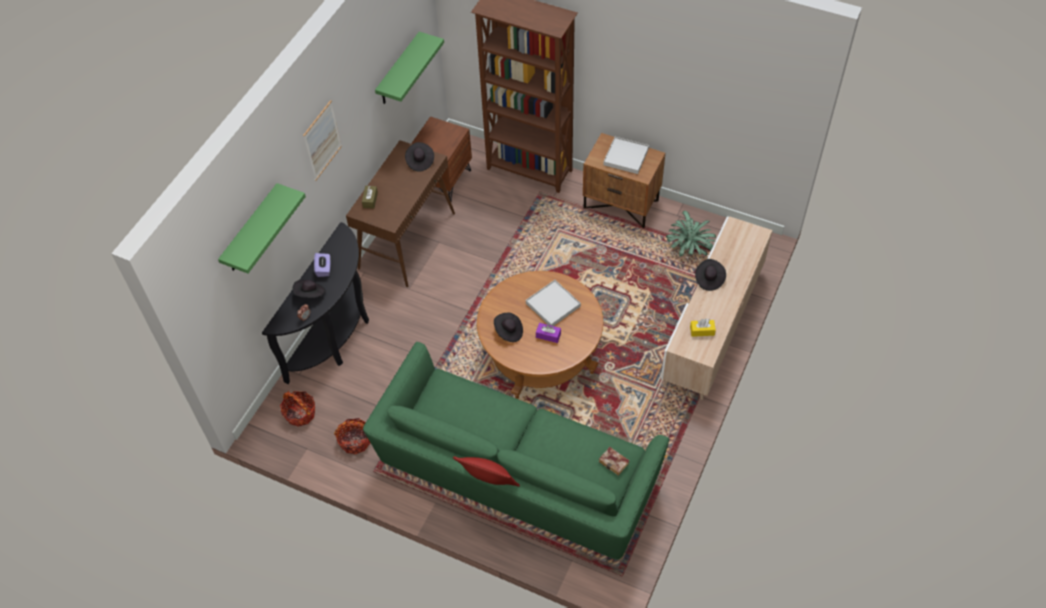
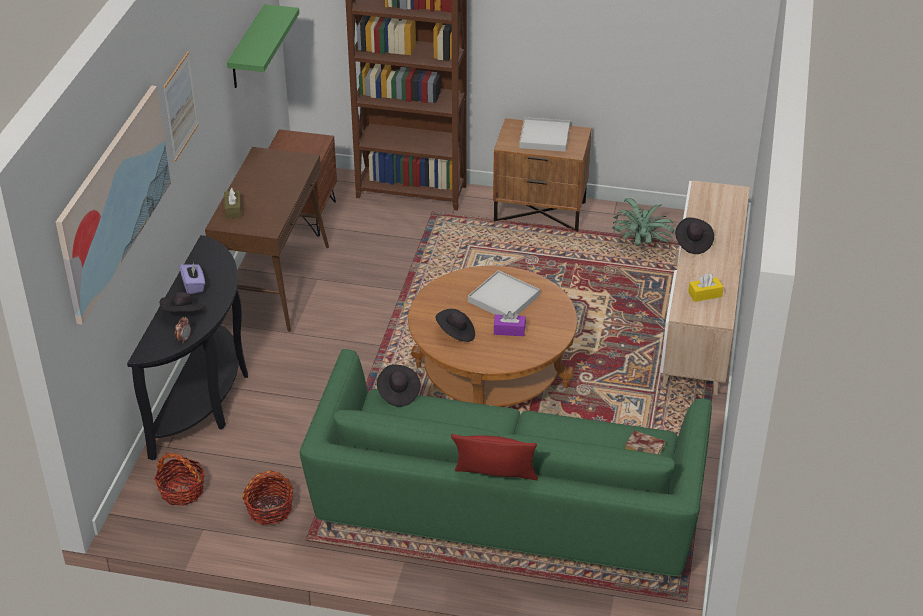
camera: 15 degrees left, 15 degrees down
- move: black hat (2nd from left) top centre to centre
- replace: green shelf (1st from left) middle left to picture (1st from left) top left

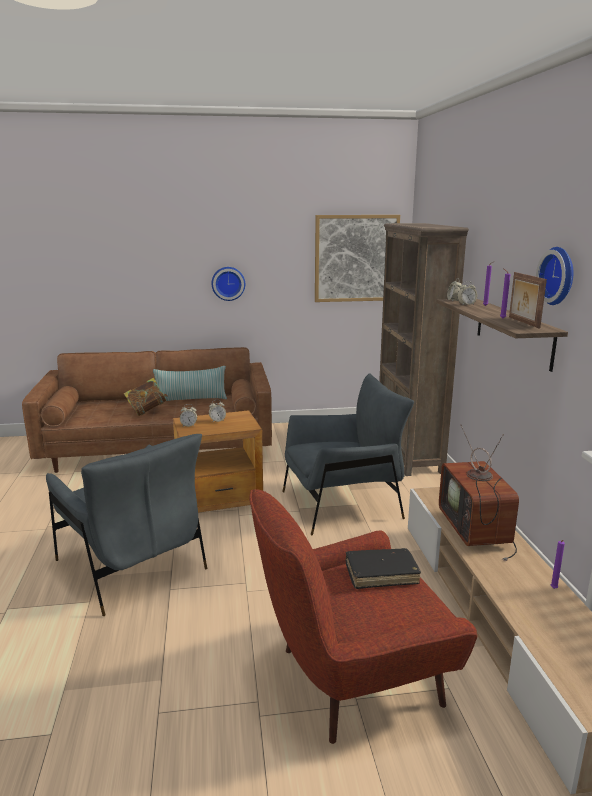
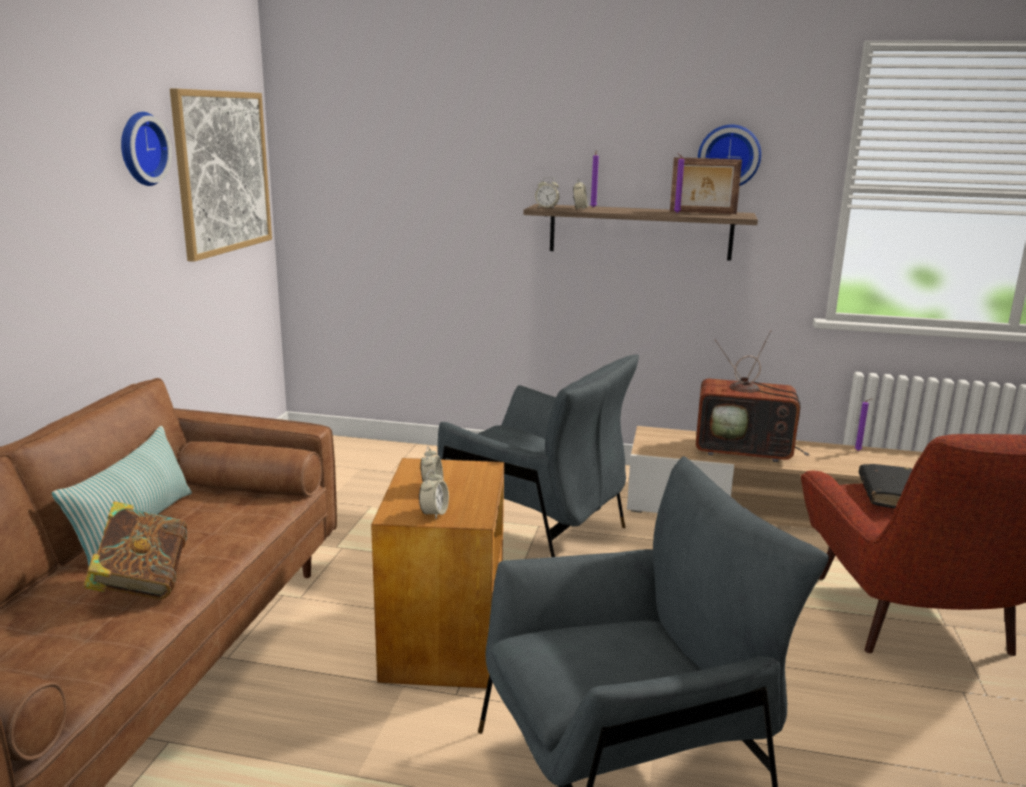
camera: 70 degrees left, 0 degrees up
- delete: brown bookcase middle right
- move: wall clock (1st from left) centre to top left
- rotate: grey armchair (2nd from left in the first image) centre = centre 120 degrees clockwise

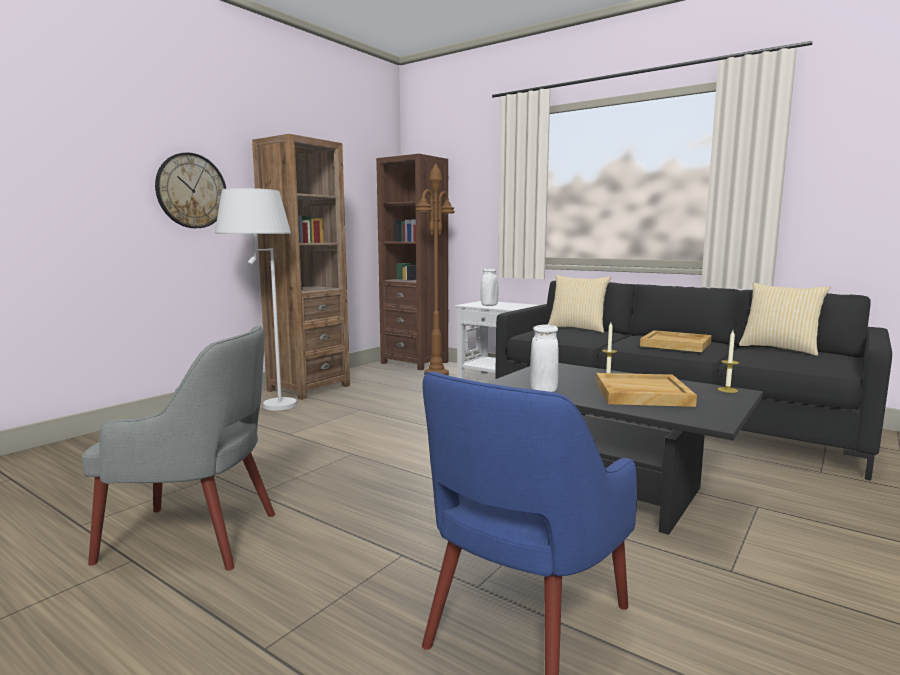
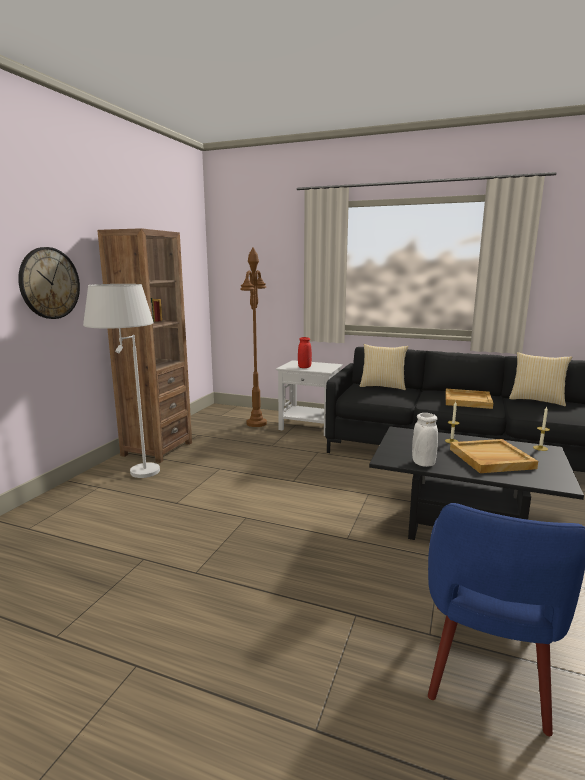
camera: 15 degrees left, 5 degrees up
- delete: brown bookcase (2nd from left) centre
- recolor: white vase (1st from left) centre to red vase centre
- delete: grey armchair middle left

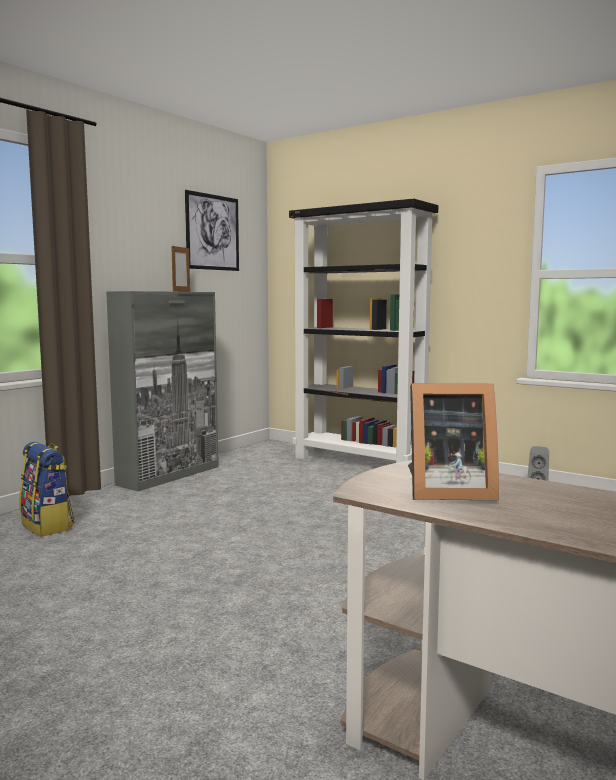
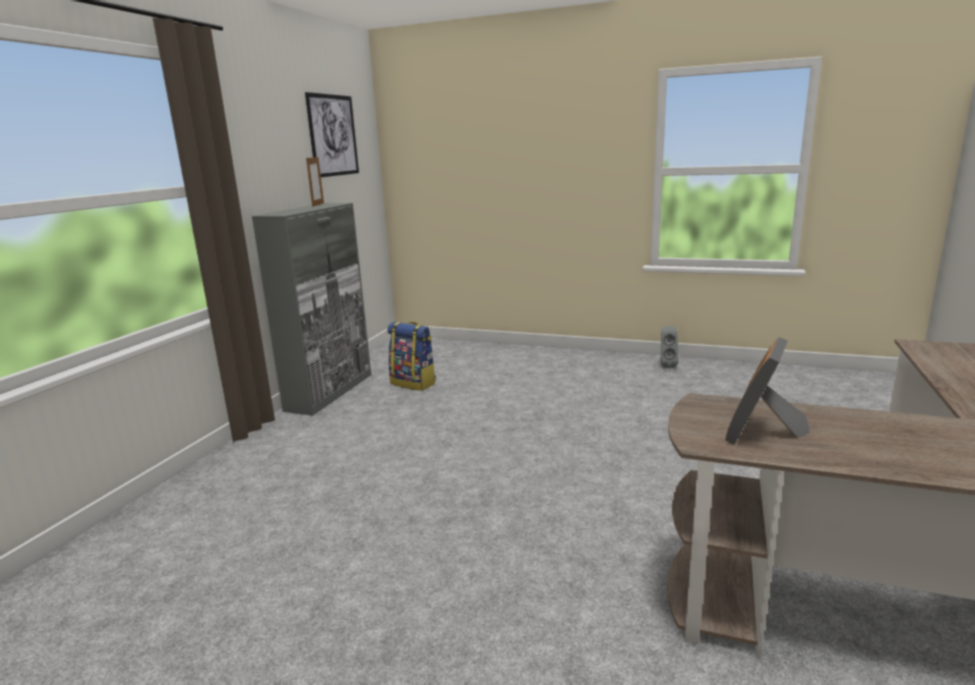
camera: 15 degrees left, 10 degrees up
- delete: black bookcase centre
- rotate: picture frame (2nd from left) middle right = middle right 135 degrees clockwise
- move: backpack middle left to centre

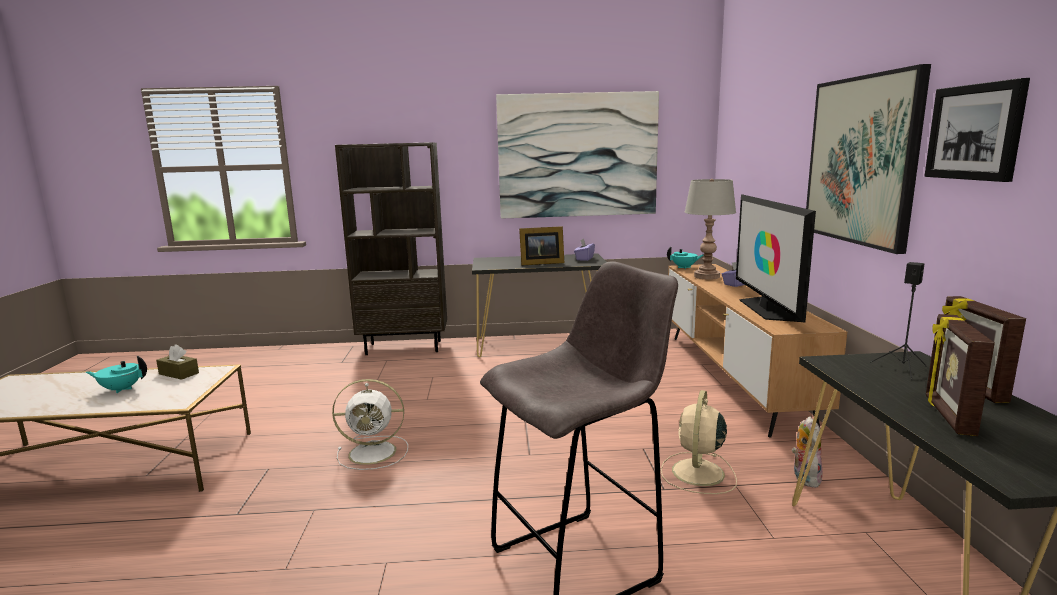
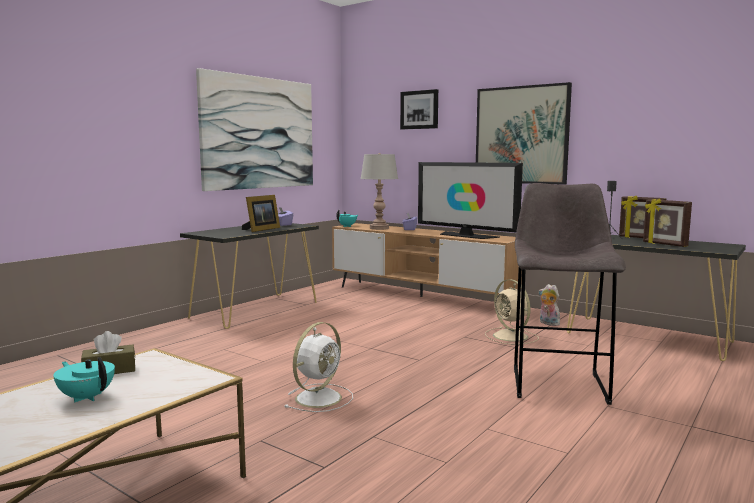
camera: 50 degrees left, 5 degrees down
- move: picture (3rd from left in the first image) top right to picture (2nd from left) top centre
- delete: brown bookcase centre
- rotate: turquoise teapot (1st from left) middle left = bottom left 90 degrees clockwise

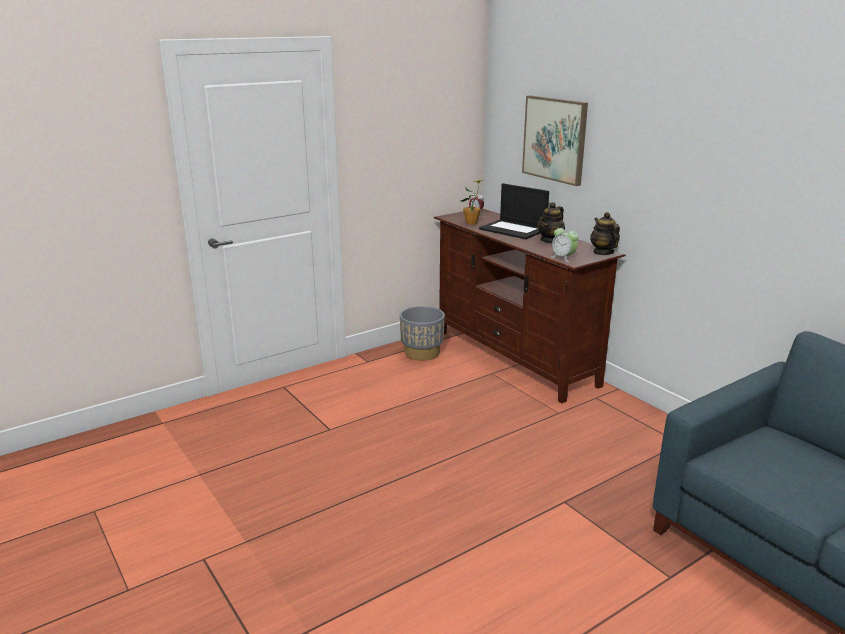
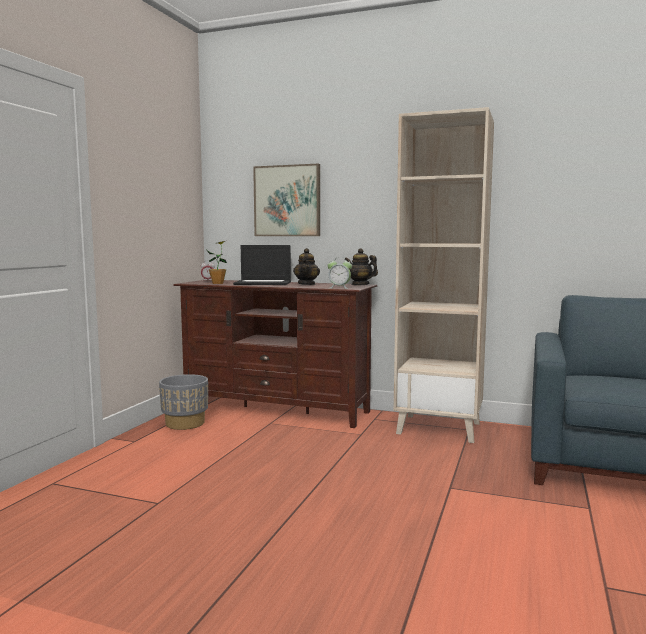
camera: 35 degrees left, 15 degrees down
- insert: beige bookcase middle right

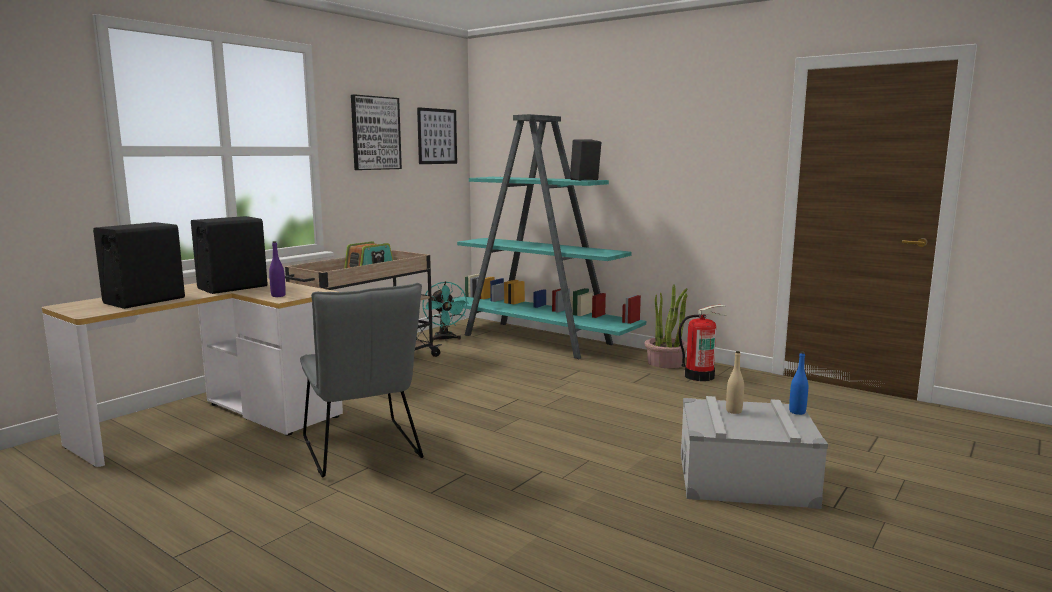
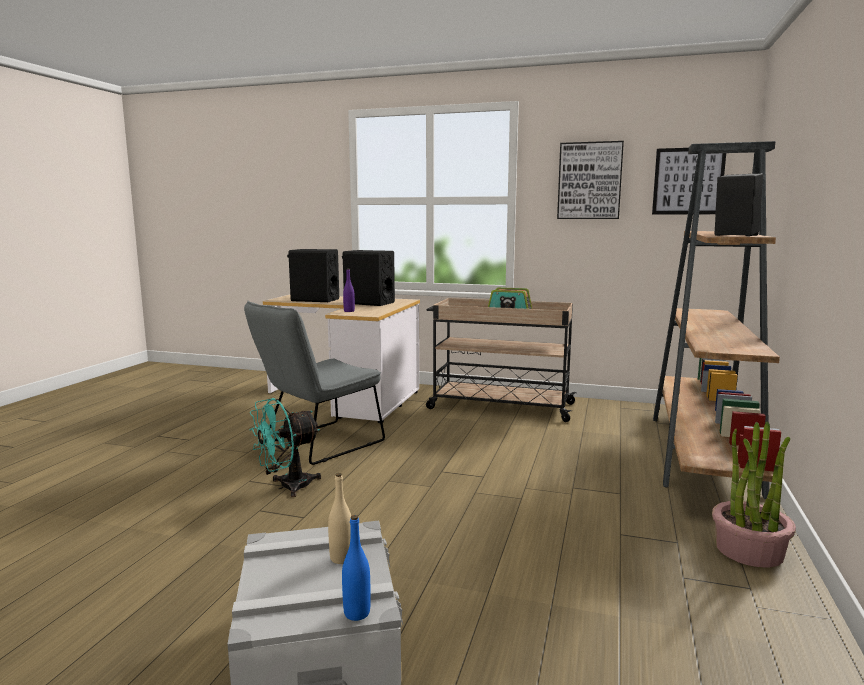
camera: 70 degrees right, 0 degrees up
- recolor: turquoise bookcase centre to brown bookcase middle right
- move: turquoise fan centre to middle left
- delete: fire extinguisher middle right

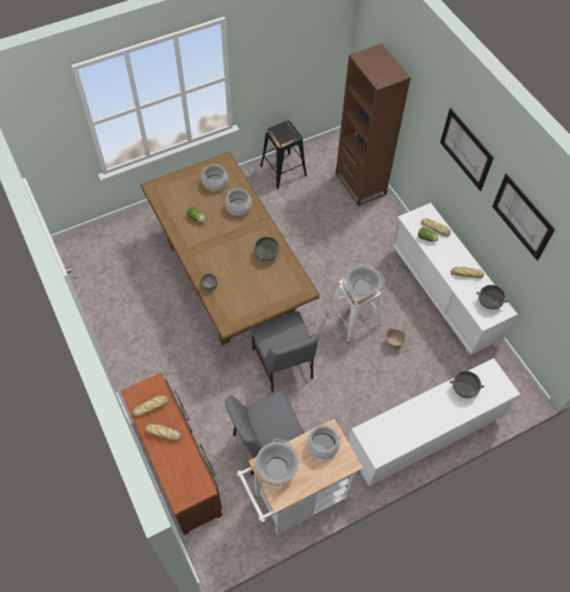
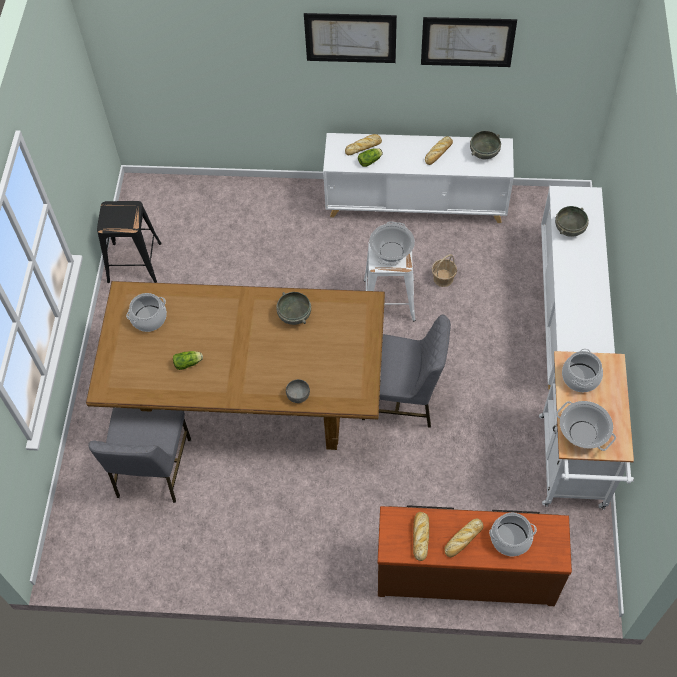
camera: 55 degrees left, 0 degrees up
- delete: brown bookcase top centre
- move: cooking pot (2nd from left in the first image) centre to cooking pot (3rd from left) bottom right
- move: grey chair (1st from left) bottom centre to bottom left

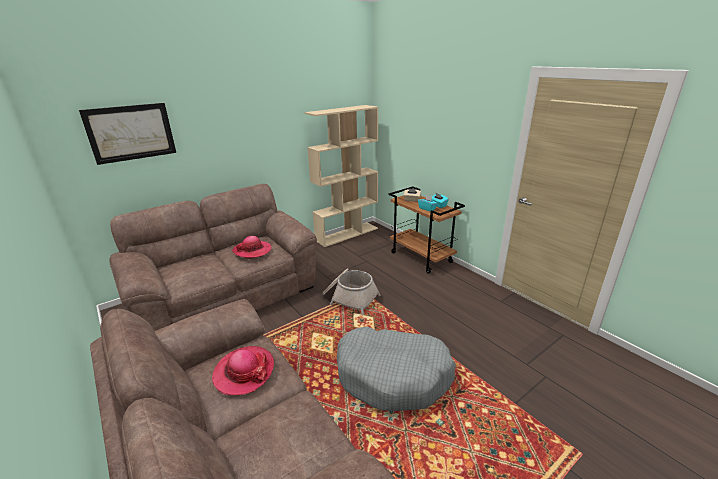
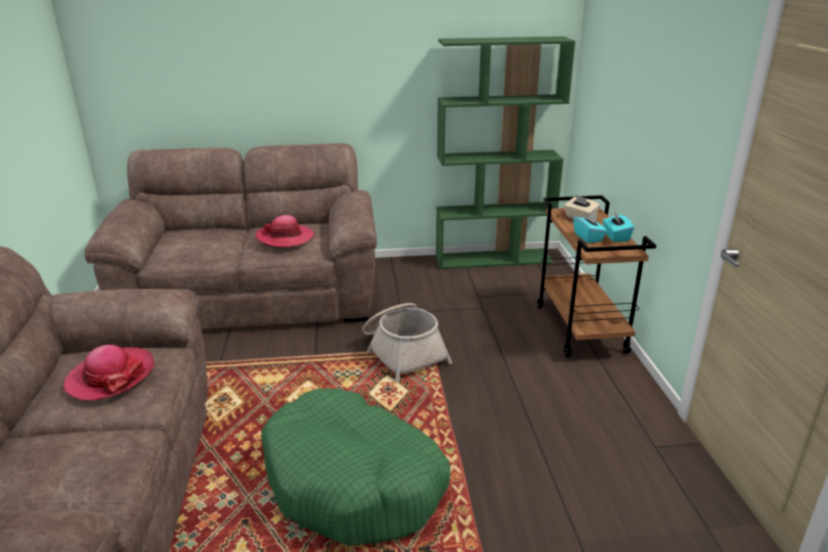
camera: 30 degrees right, 0 degrees up
- delete: picture top left
- recolor: beige bookcase centre to green bookcase top centre
- recolor: grey dog bed bottom centre to green dog bed bottom centre

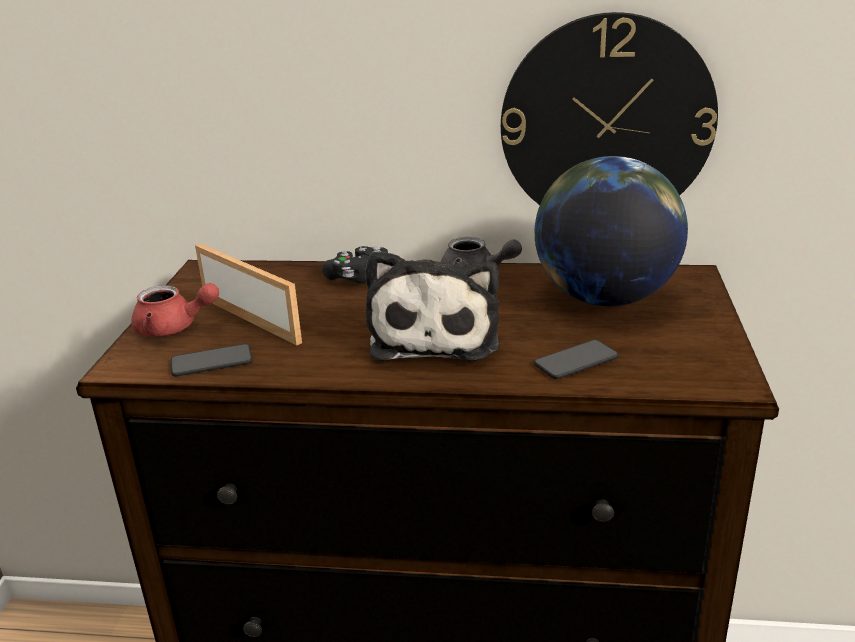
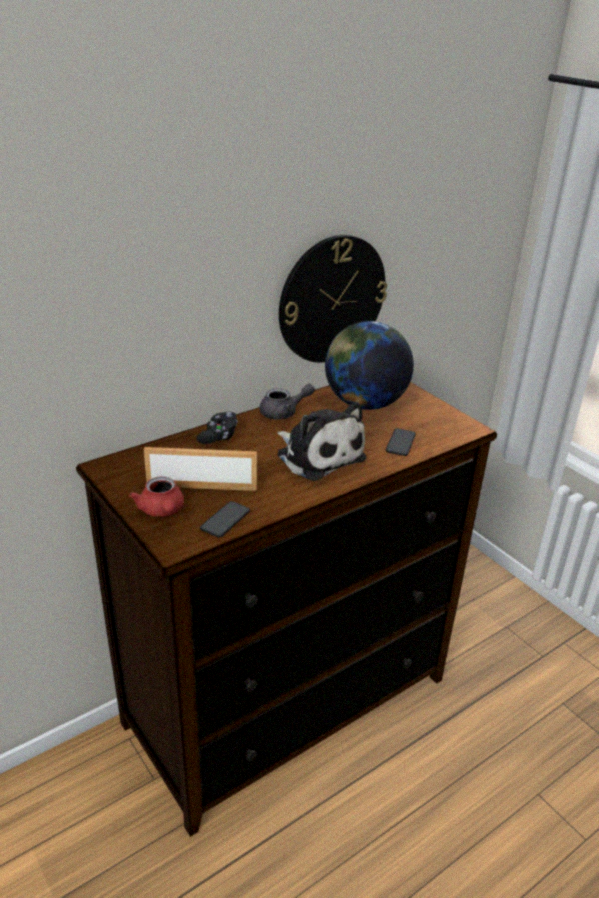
camera: 45 degrees left, 5 degrees up
- rotate: red teapot middle left = middle left 105 degrees clockwise

